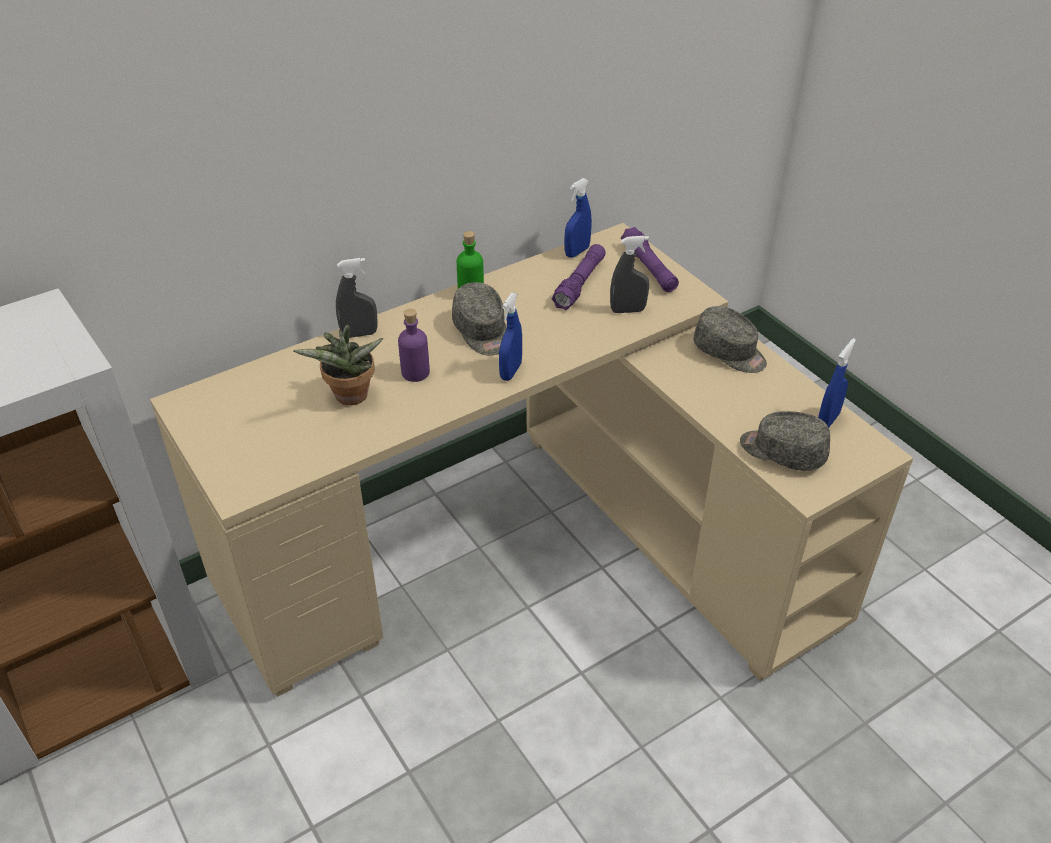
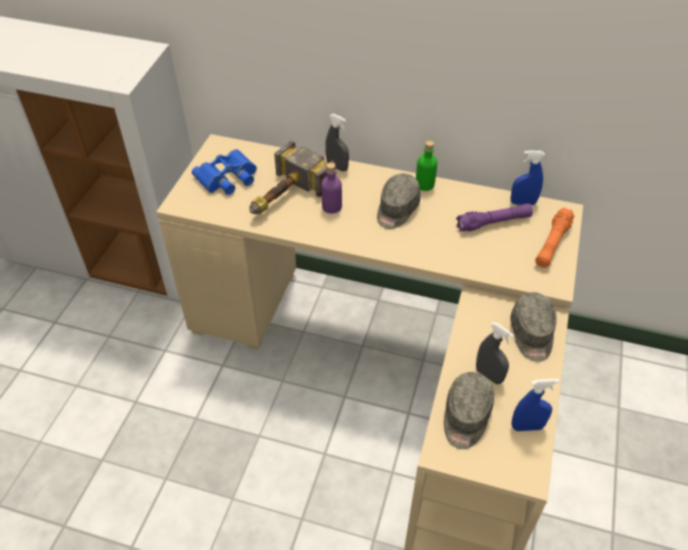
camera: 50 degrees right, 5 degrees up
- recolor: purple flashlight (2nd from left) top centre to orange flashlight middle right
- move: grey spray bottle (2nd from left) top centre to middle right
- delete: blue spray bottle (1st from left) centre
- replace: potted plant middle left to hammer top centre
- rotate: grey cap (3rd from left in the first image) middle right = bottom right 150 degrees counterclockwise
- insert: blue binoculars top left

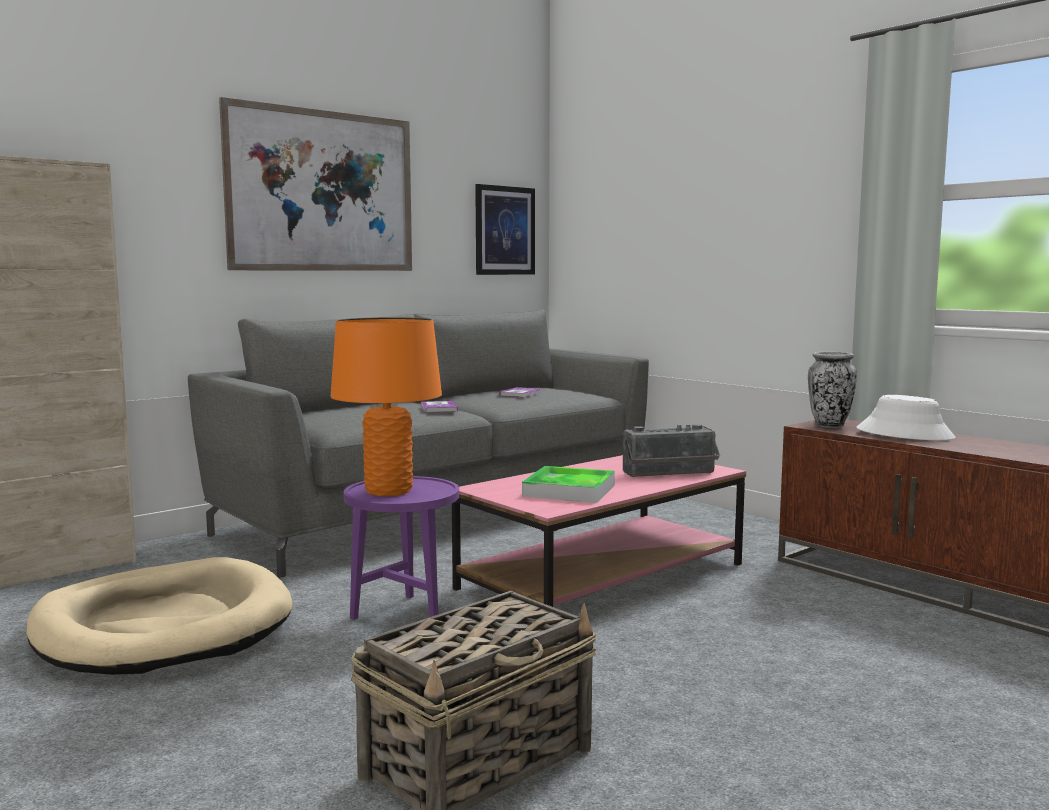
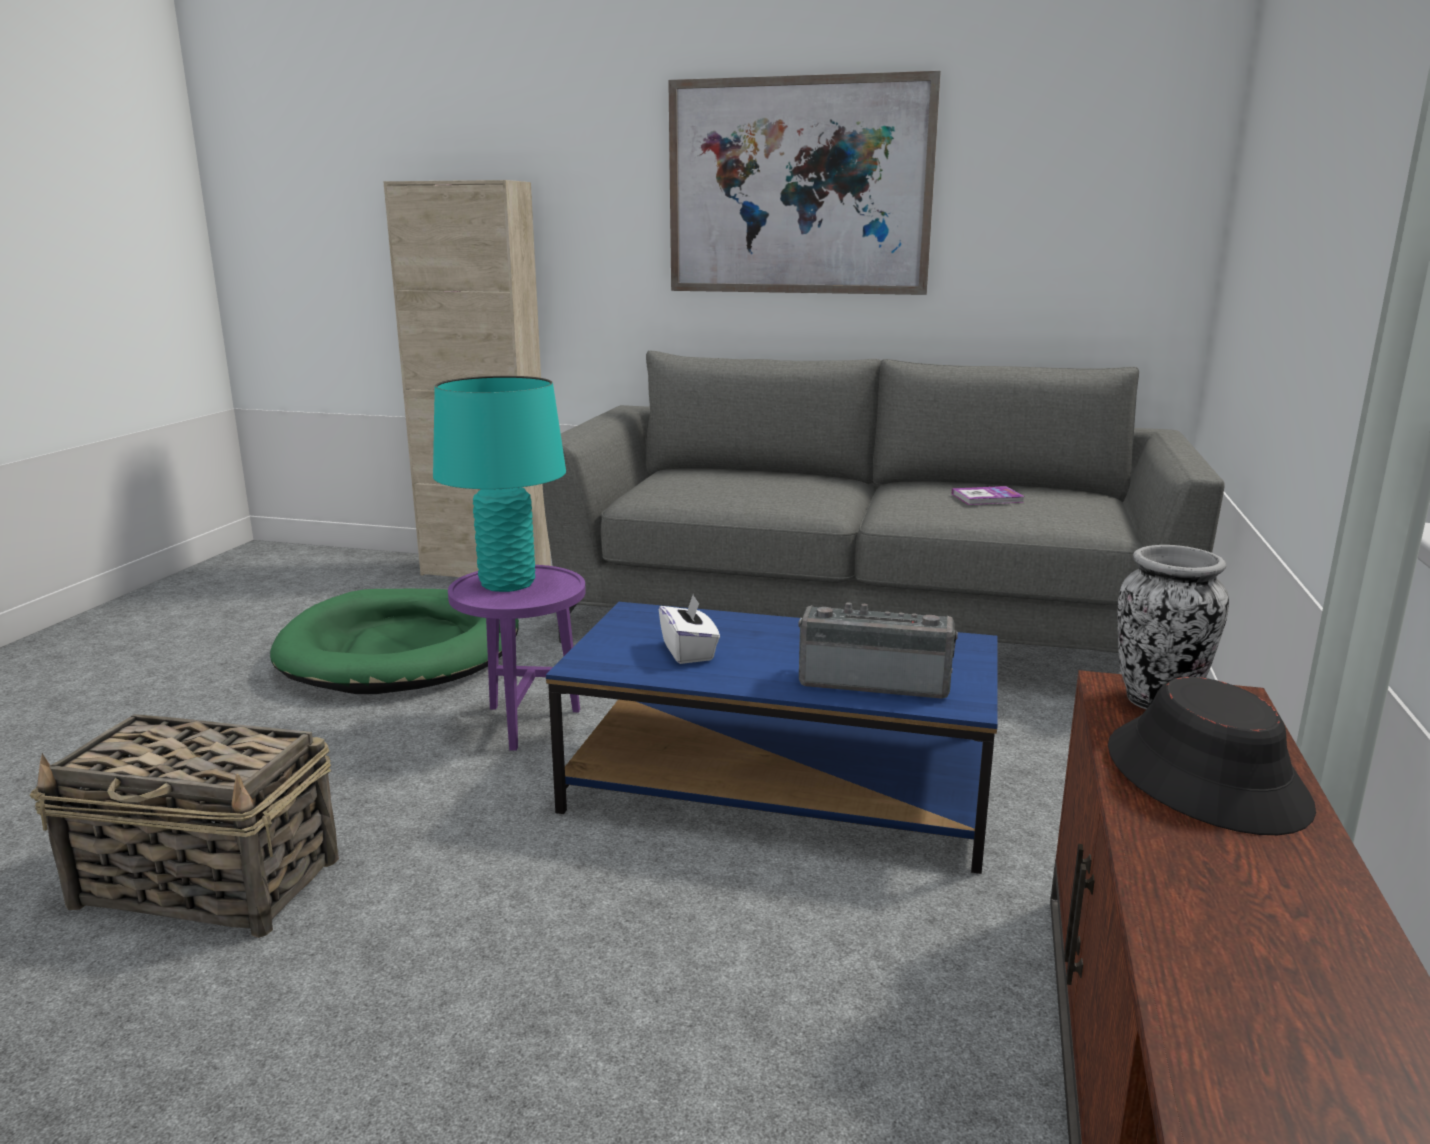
camera: 55 degrees right, 10 degrees up
- delete: picture (2nd from left) top centre
- recolor: orange table lamp centre to turquoise table lamp centre
- recolor: white hat middle right to black hat middle right
- delete: book (1st from left) centre
- rotate: radio centre = centre 150 degrees clockwise
- recolor: pink coffee table centre to blue coffee table centre
- replace: tray centre to white tissue box centre
- recolor: beige dog bed bottom left to green dog bed middle left

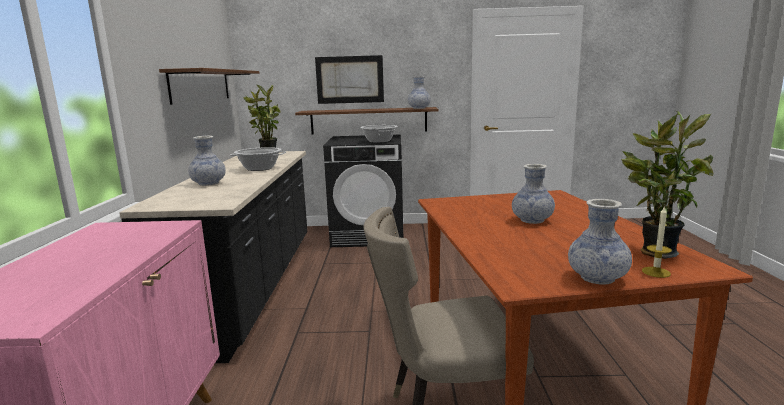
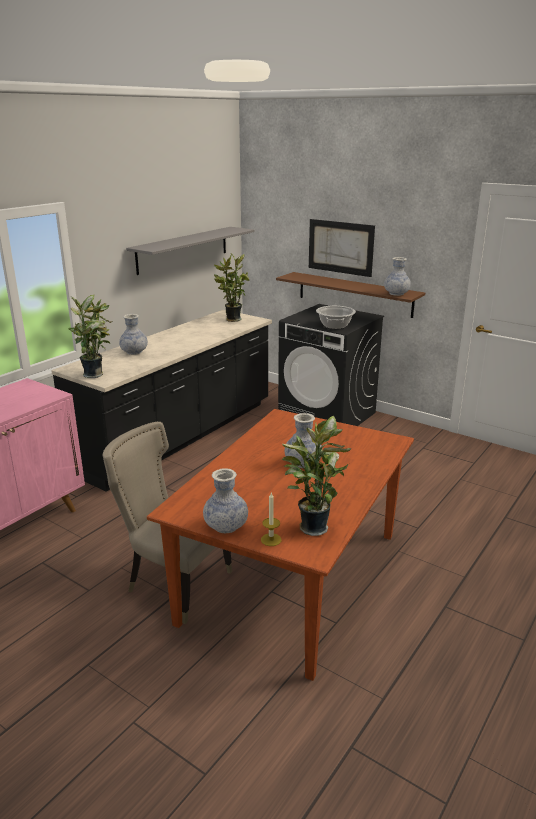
camera: 35 degrees right, 10 degrees up
- recolor: brown shelf (1st from left) top left to grey shelf top centre
- delete: cooking pot (1st from left) middle left
- insert: potted plant (1st from left) middle left

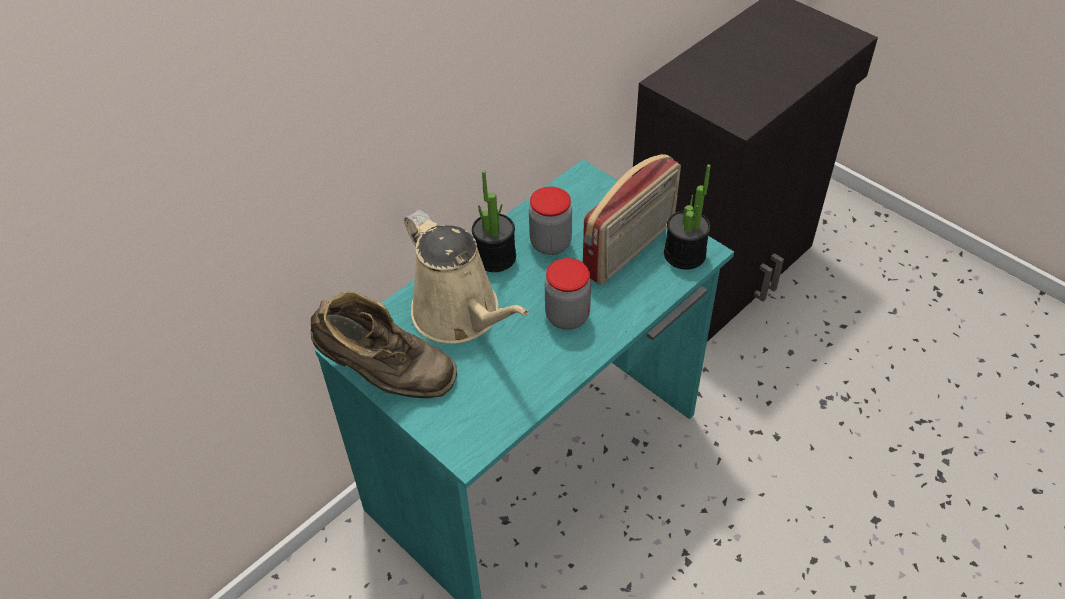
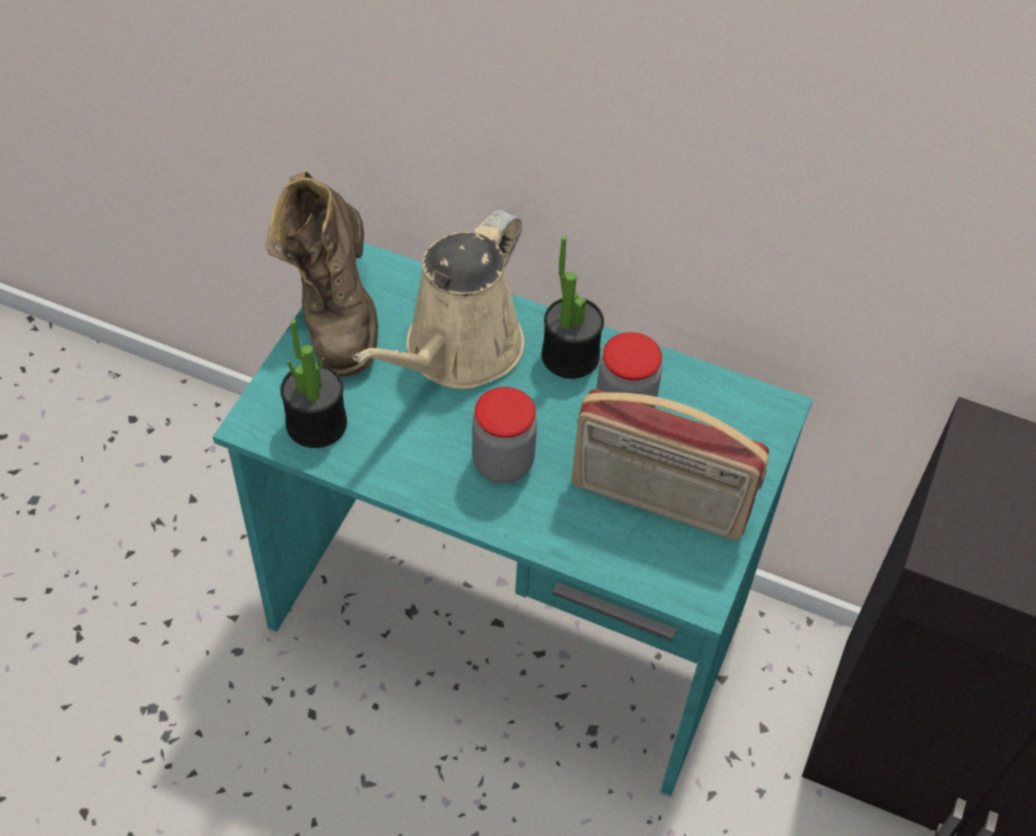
camera: 65 degrees right, 5 degrees up
- move: potted plant (2nd from left in the first image) centre to potted plant (1st from left) middle left

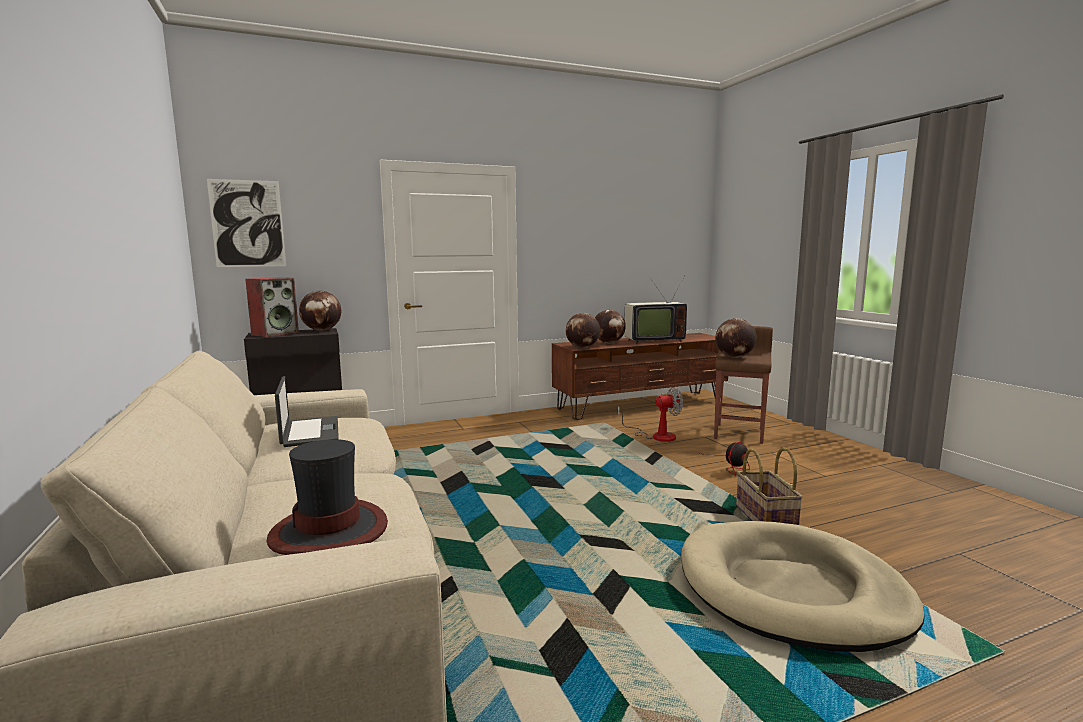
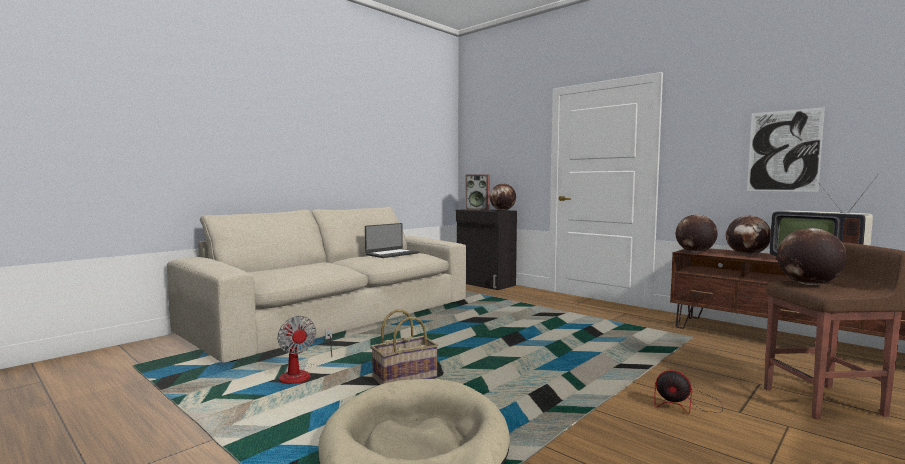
camera: 65 degrees right, 5 degrees down
- move: picture top left to top right
- move: fan (1st from left) centre to bottom centre
- delete: hat bottom left
- move: basket bottom right to bottom centre

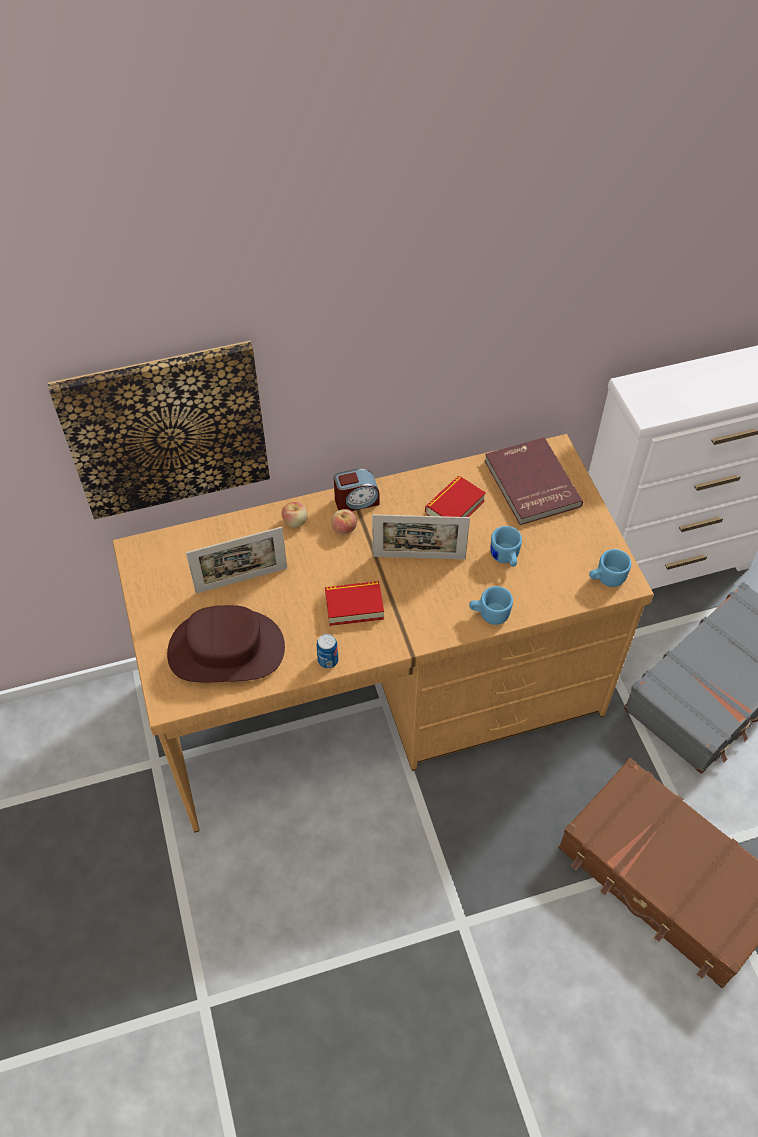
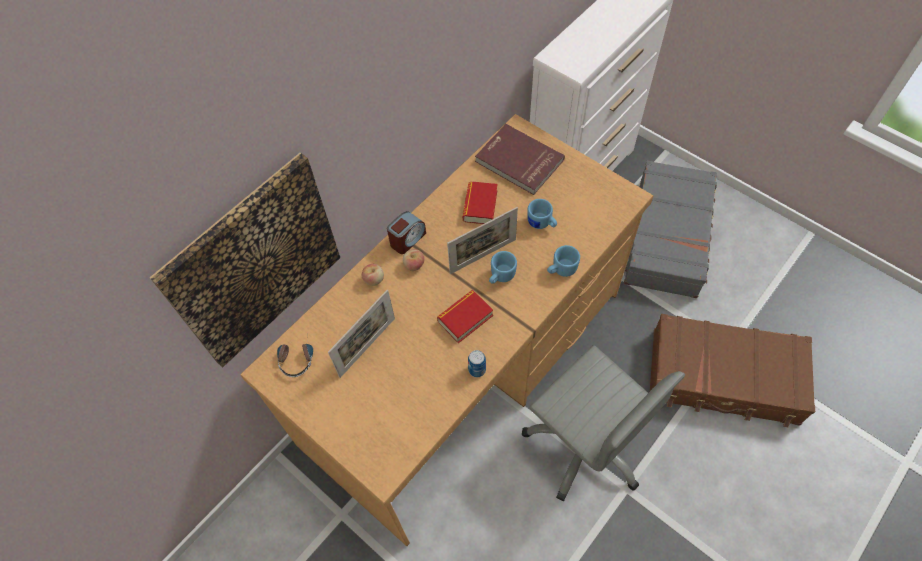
camera: 30 degrees left, 5 degrees up
- move: blue mug (3rd from left in the first image) middle right to blue mug (1st from left) centre
- delete: brown hat middle left
- insert: headphones middle left
- insert: grey office chair bottom centre

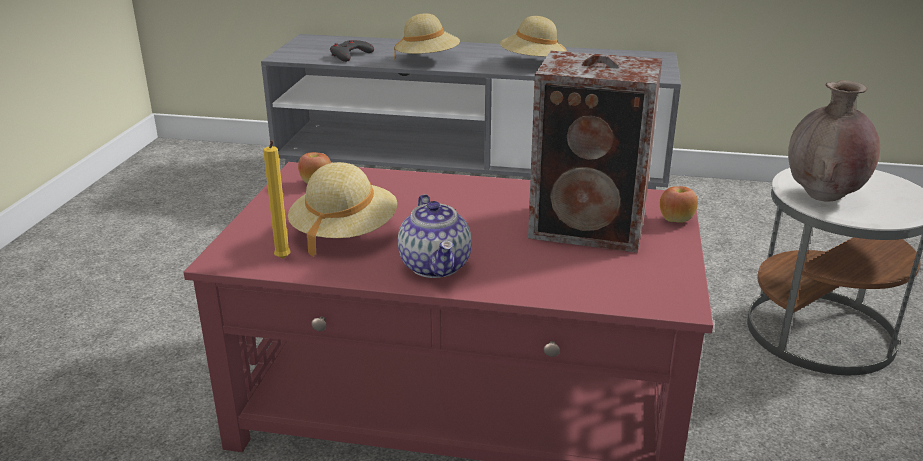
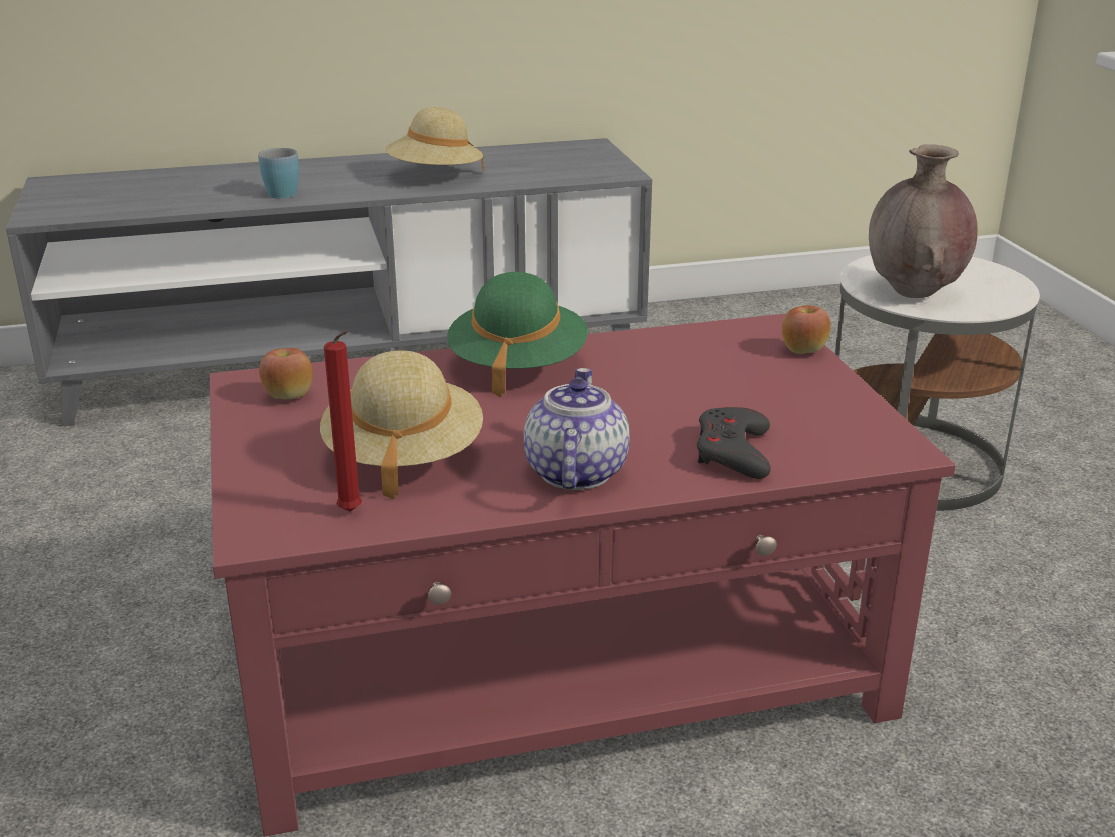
camera: 25 degrees left, 0 degrees up
- replace: beige hat (2nd from left) top centre to blue mug top left
- move: grey game controller top centre to centre
- delete: speaker top centre
- recolor: yellow candle middle left to red candle middle left
- rotate: teapot centre = centre 135 degrees counterclockwise
- insert: green hat centre

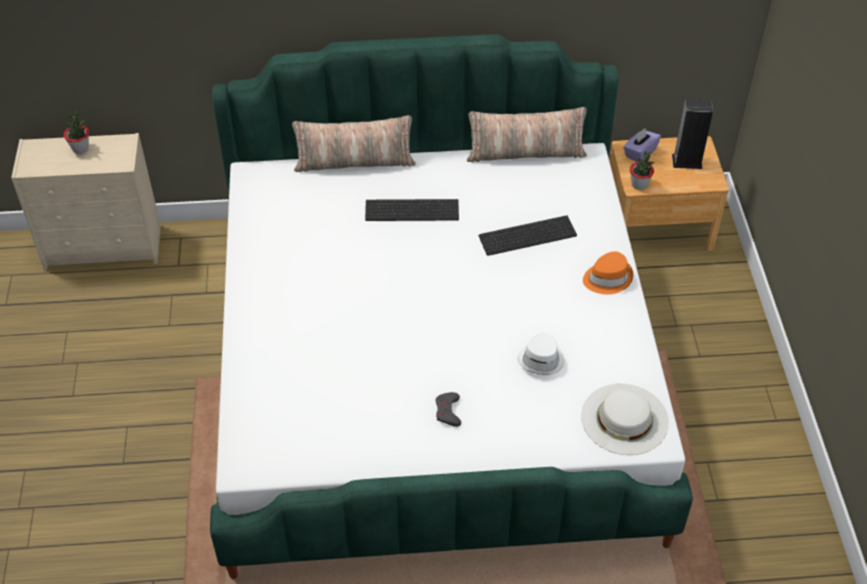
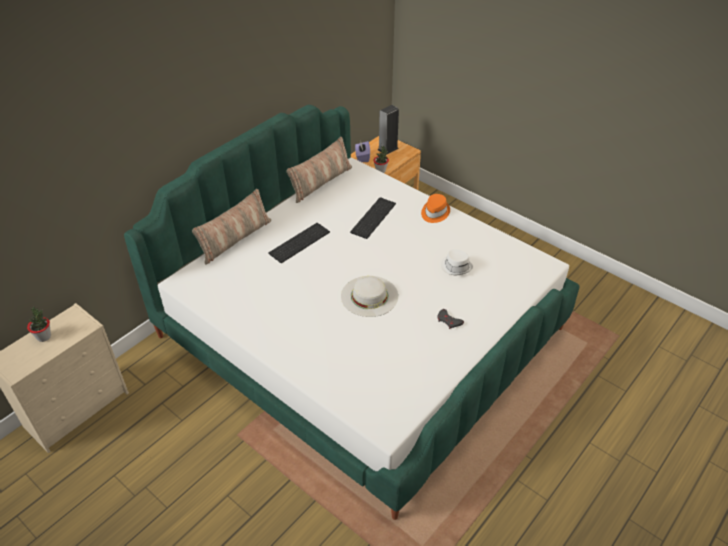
camera: 45 degrees left, 5 degrees down
- move: white hat (2nd from left in the first image) bottom right to white hat (1st from left) centre

